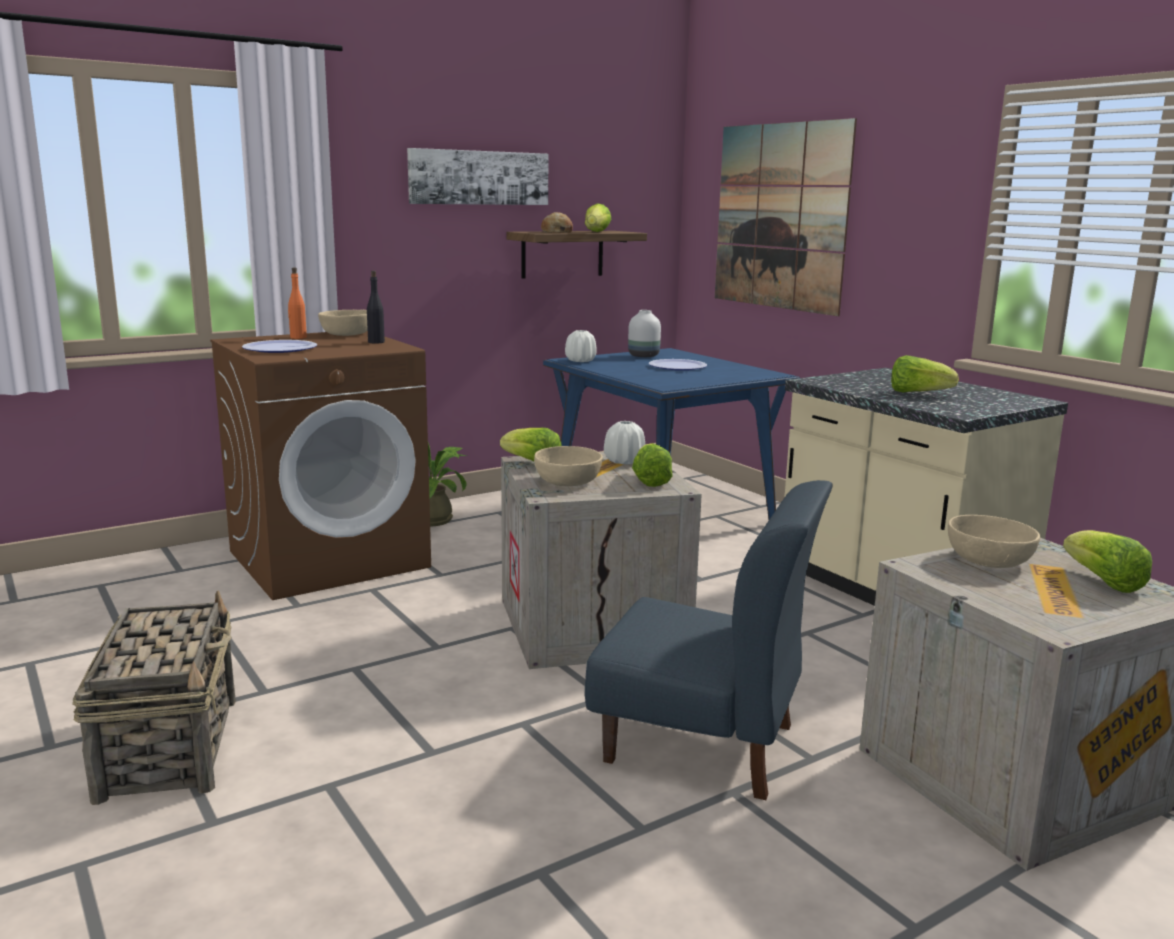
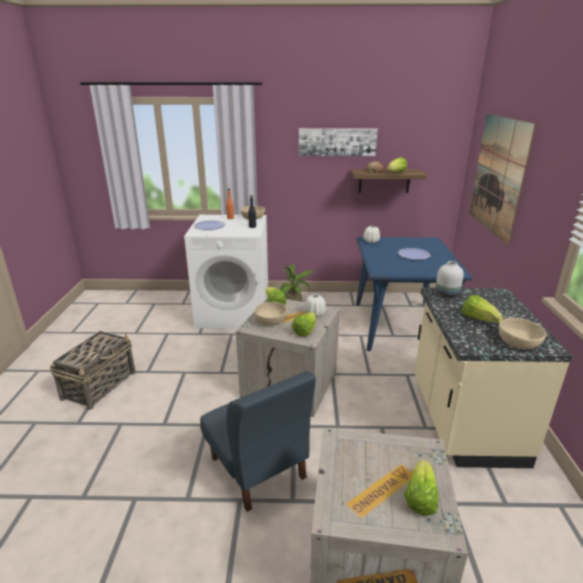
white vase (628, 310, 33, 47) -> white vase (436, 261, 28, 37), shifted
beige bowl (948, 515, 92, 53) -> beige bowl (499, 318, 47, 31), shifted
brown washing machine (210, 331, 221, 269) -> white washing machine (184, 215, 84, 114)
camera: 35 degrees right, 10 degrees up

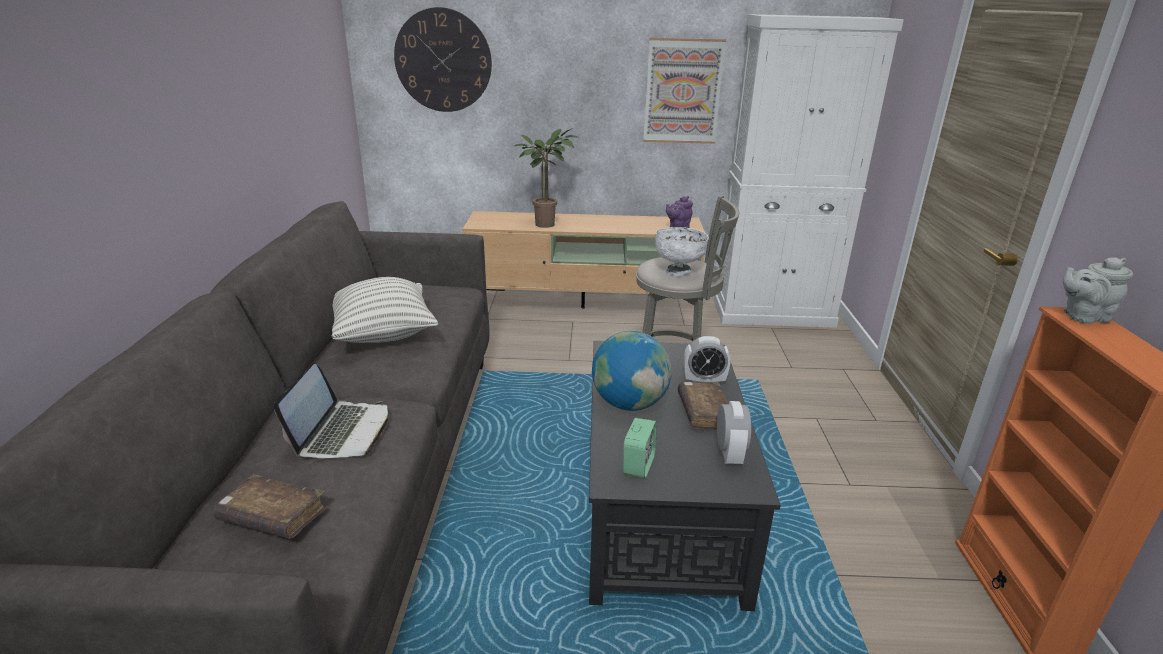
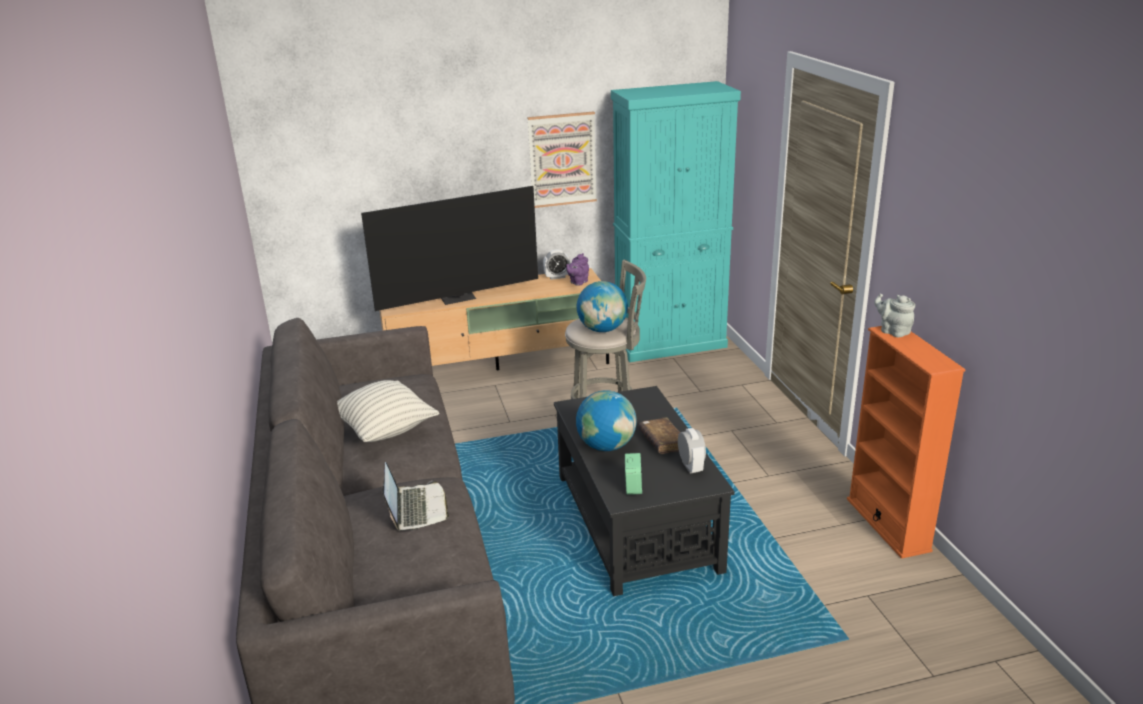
brown book (213, 474, 115, 65) -> none
wall clock (394, 7, 98, 105) -> none
alarm clock (684, 336, 47, 47) -> alarm clock (543, 249, 27, 31), shifted
potted plant (514, 128, 66, 100) -> television (361, 186, 177, 125)
white bowl (655, 227, 54, 49) -> globe (577, 281, 51, 51)
white cabinet (714, 14, 190, 314) -> turquoise cabinet (611, 81, 130, 281)
grey teapot (1063, 257, 70, 67) -> grey teapot (874, 294, 41, 43), 75 degrees clockwise
camera: 15 degrees left, 0 degrees up

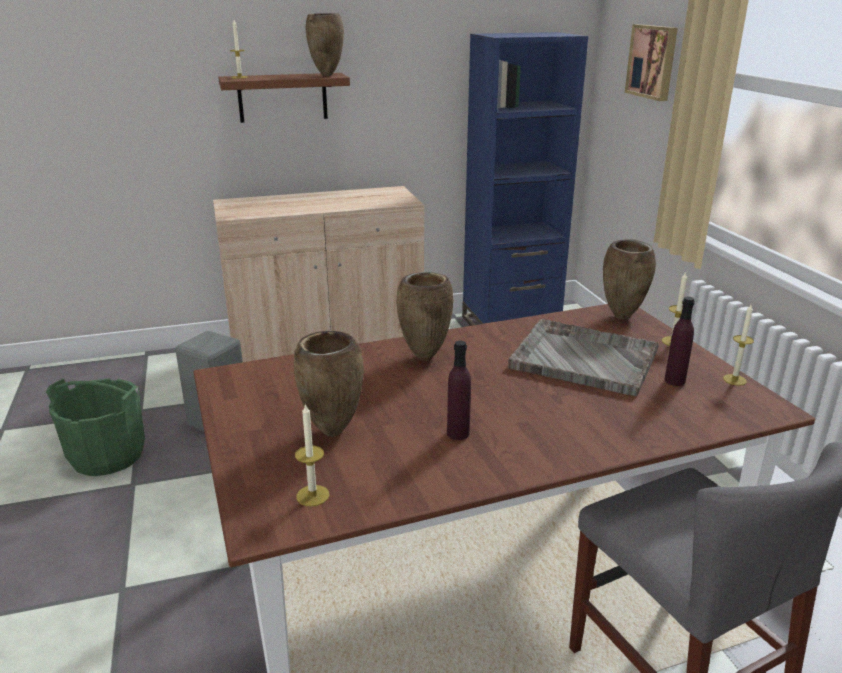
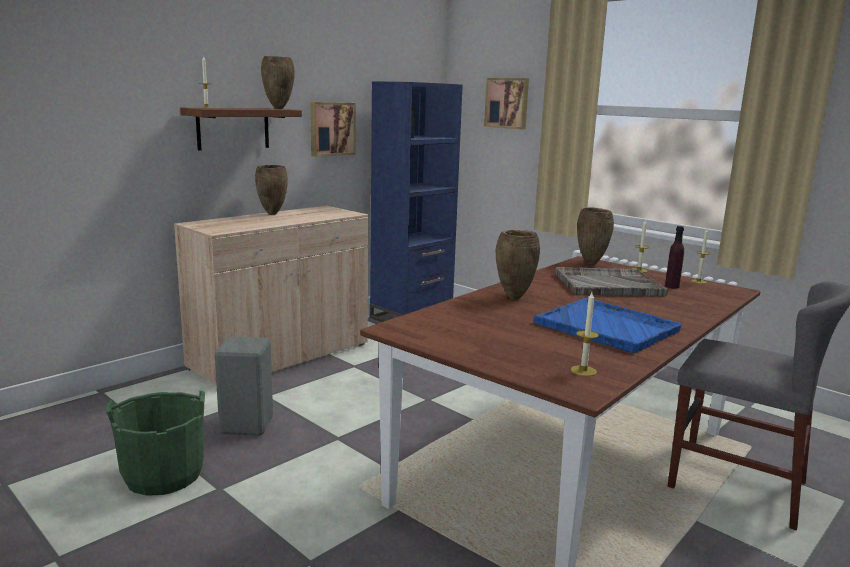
none -> picture (310, 102, 46, 55)
brown vase (294, 331, 70, 105) -> brown vase (255, 165, 33, 50), shifted
purple bottle (447, 341, 24, 99) -> blue tray (534, 298, 148, 55)
camera: 30 degrees left, 10 degrees down

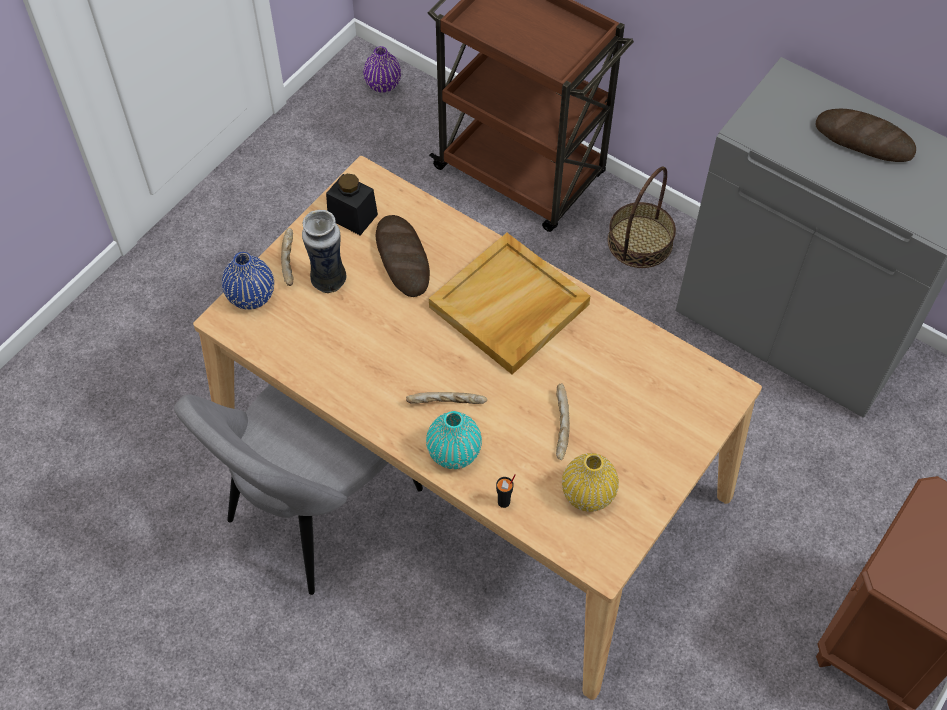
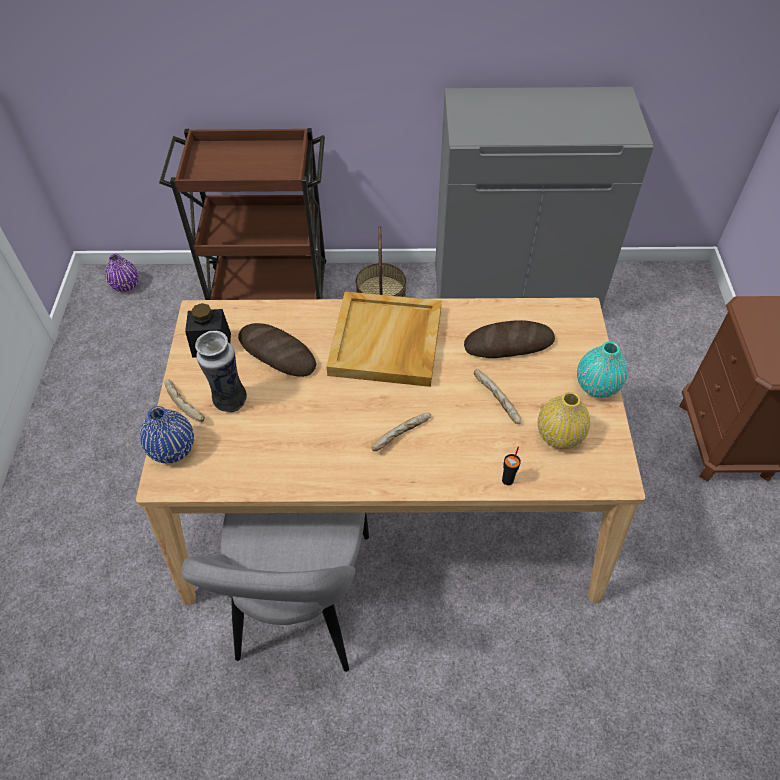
turquoise vase (426, 411, 56, 58) -> turquoise vase (577, 341, 51, 57), shifted
bread (815, 109, 101, 53) -> bread (464, 320, 91, 38), shifted
camera: 35 degrees left, 5 degrees down

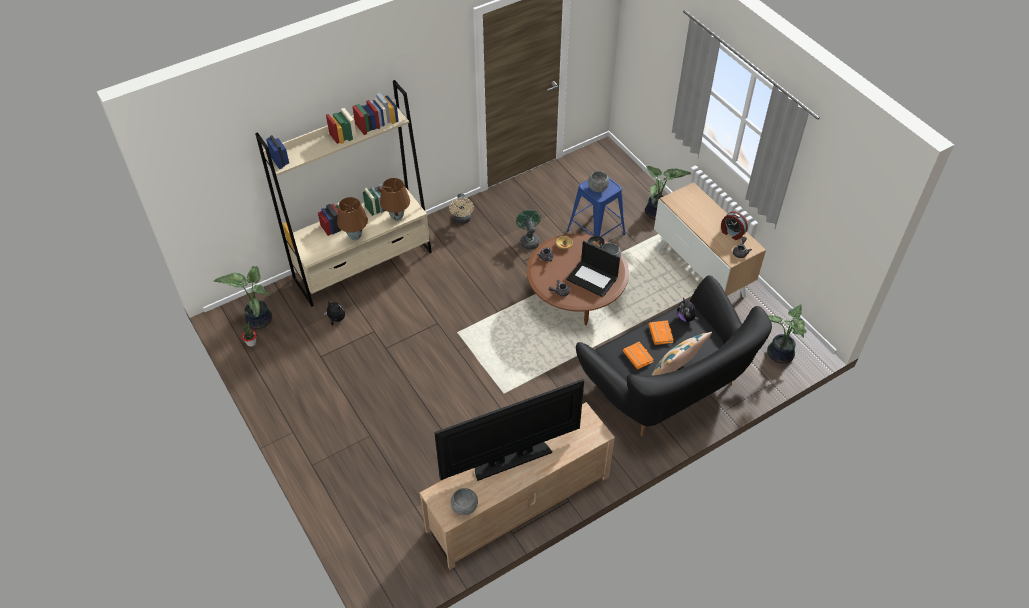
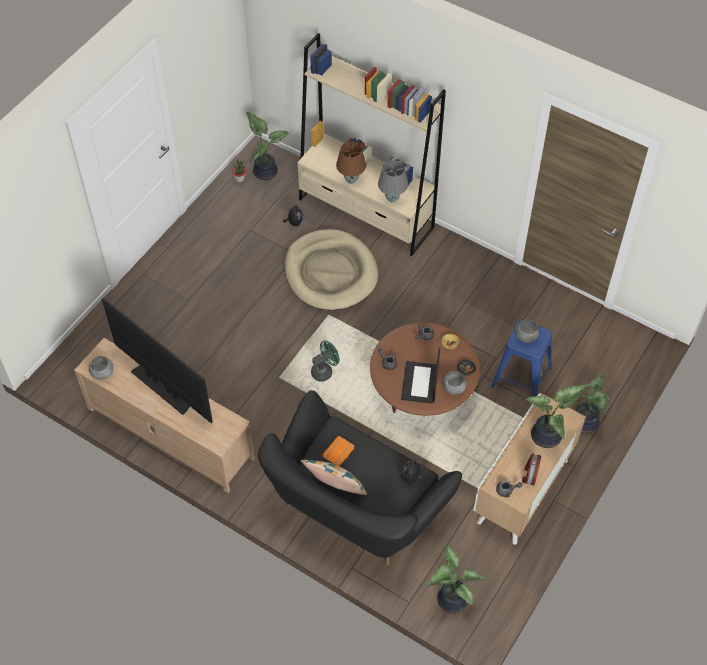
beige fan (449, 193, 25, 31) -> none
orange book (649, 320, 25, 25) -> none
none -> beige dog bed (285, 229, 93, 81)
none -> potted plant (525, 384, 65, 64)
green fan (516, 210, 25, 39) -> green fan (311, 341, 28, 41), shifted
brown table lamp (380, 178, 30, 43) -> grey table lamp (378, 160, 30, 42)
camera: 65 degrees right, 5 degrees up

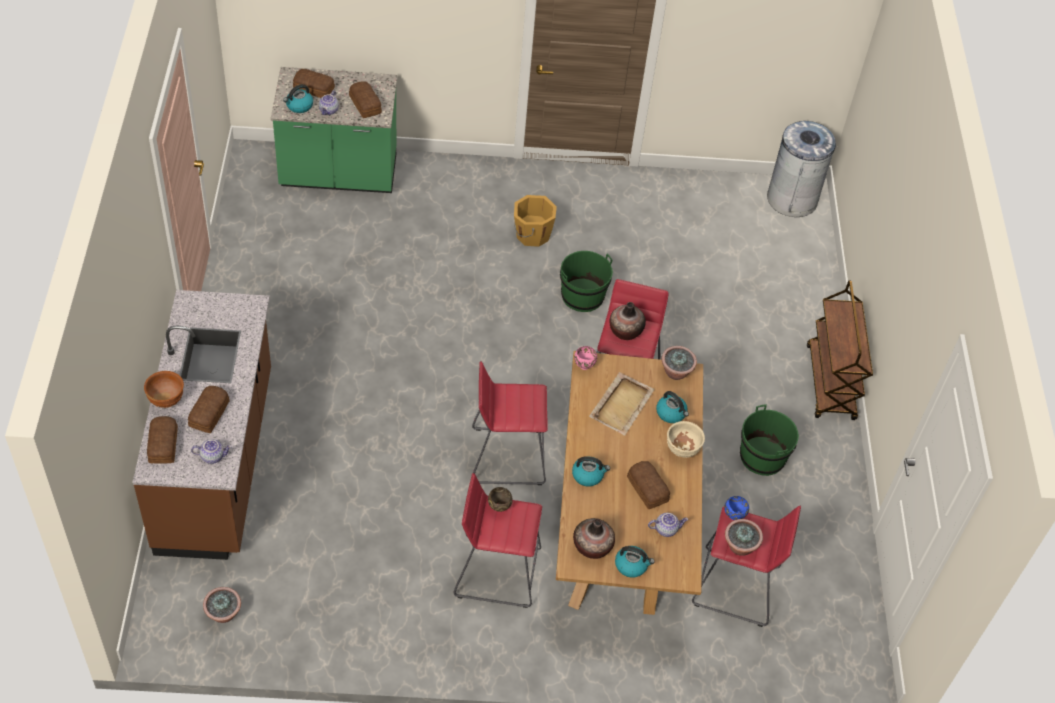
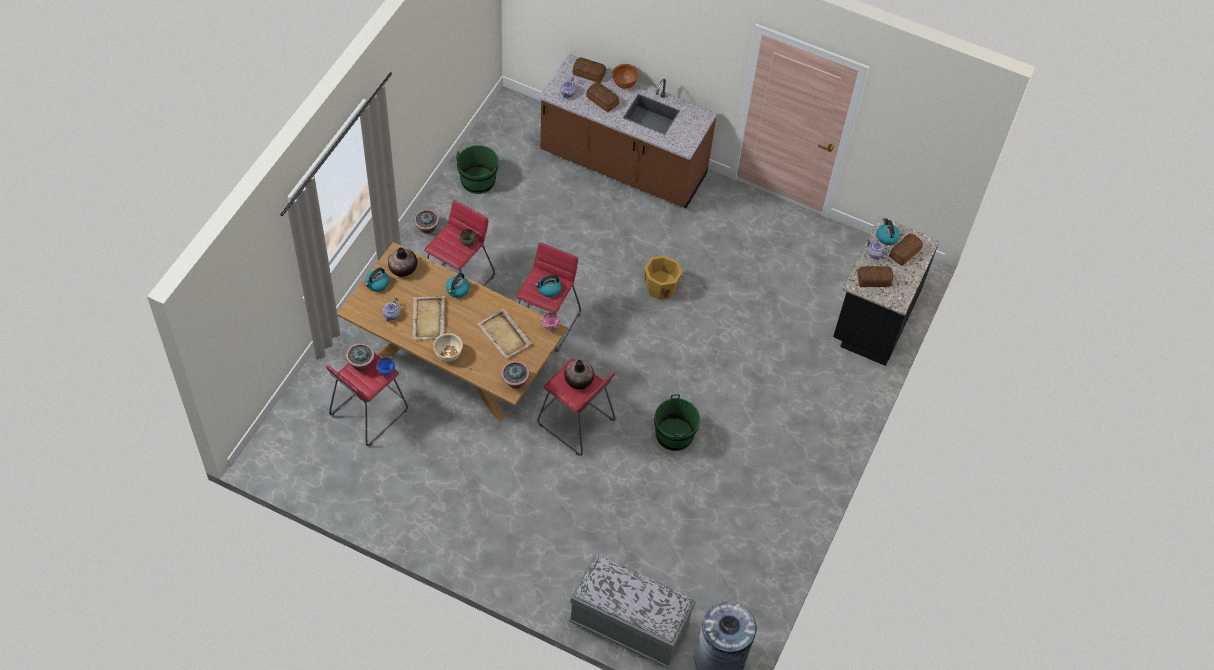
brown cart (807, 281, 66, 139) -> none
none -> grey bench (569, 554, 127, 115)
potted plant (203, 587, 38, 36) -> potted plant (414, 209, 25, 25), shifted
orange bucket (514, 195, 43, 52) -> orange bucket (644, 256, 40, 44), shifted
kettle (656, 391, 33, 32) -> kettle (535, 275, 26, 22), shifted
green bucket (740, 404, 59, 72) -> green bucket (456, 145, 43, 49), shifted
bread (627, 461, 43, 48) -> beige tray (413, 296, 32, 43)
green counter (271, 67, 126, 126) -> black counter (833, 216, 107, 150)
camera: 115 degrees right, 5 degrees up

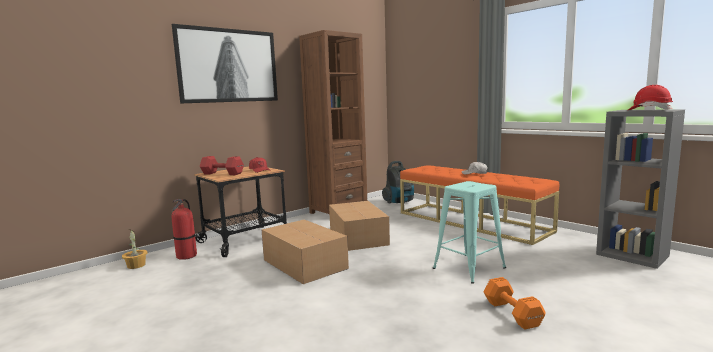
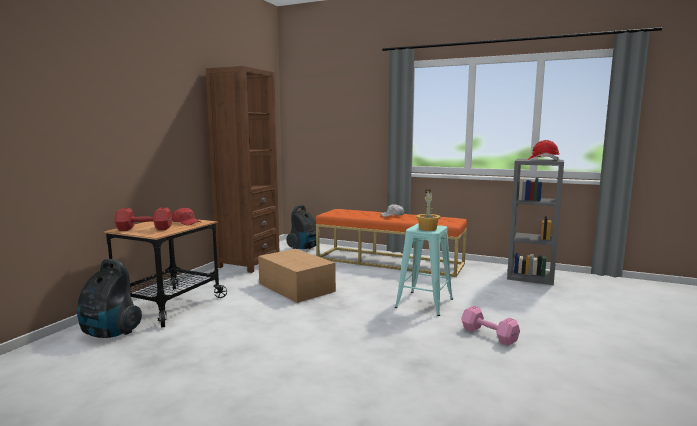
picture (172, 24, 106, 80) -> none
cardboard box (262, 220, 87, 64) -> none
potted plant (122, 229, 26, 40) -> potted plant (416, 190, 25, 41), shifted
fire extinguisher (172, 199, 25, 61) -> vacuum cleaner (77, 259, 65, 79)
orange dumbbell (484, 277, 62, 53) -> pink dumbbell (461, 306, 59, 40)
camera: 25 degrees left, 0 degrees up

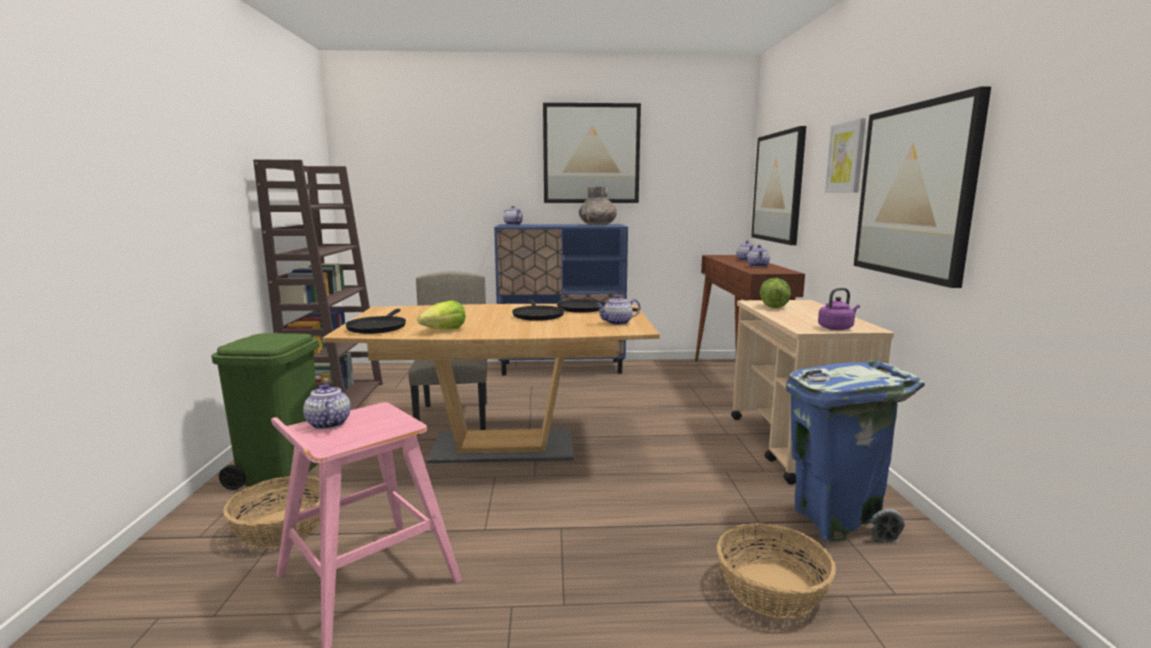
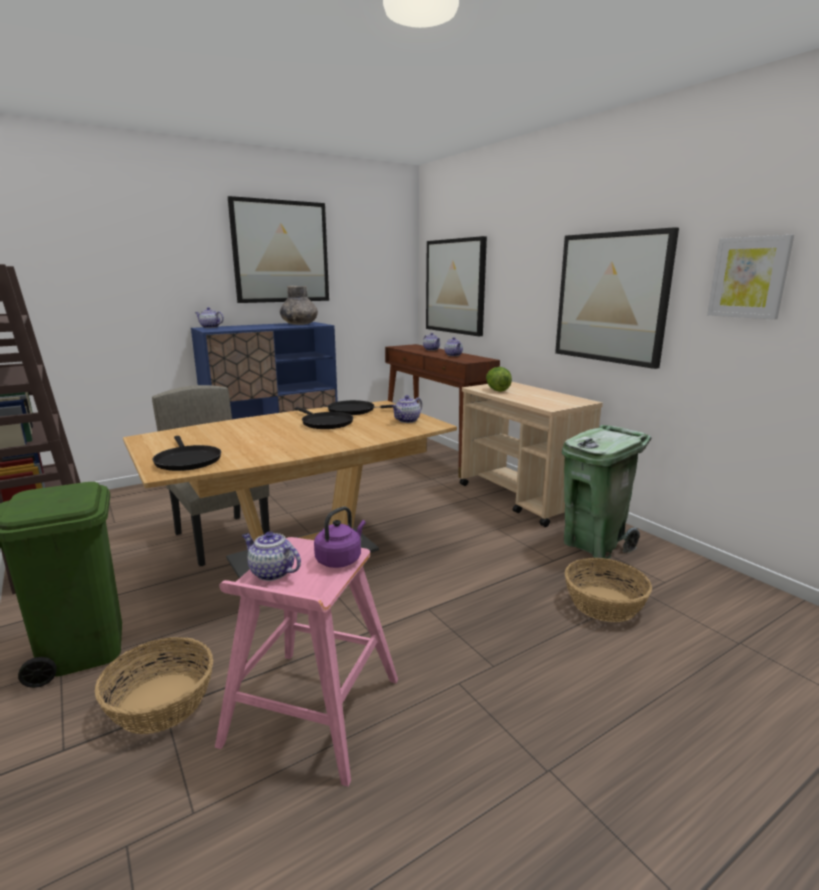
lettuce (417, 300, 49, 30) -> none
purple kettle (818, 288, 42, 42) -> purple kettle (314, 507, 52, 61), shifted
picture (825, 118, 41, 75) -> picture (707, 235, 87, 85), shifted
blue trash can (786, 360, 139, 183) -> green trash can (562, 425, 90, 134)
camera: 30 degrees left, 5 degrees up

